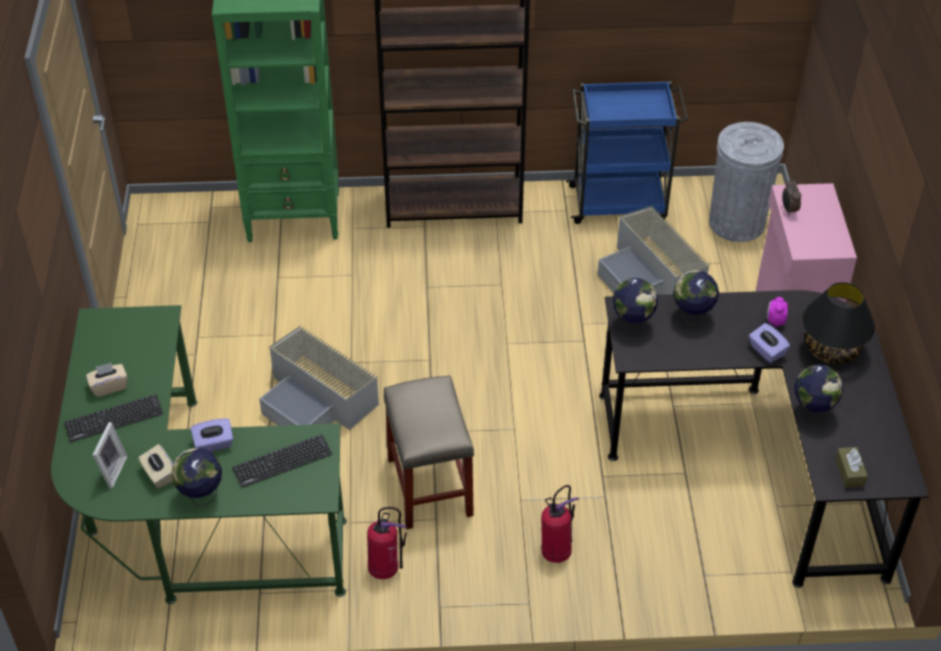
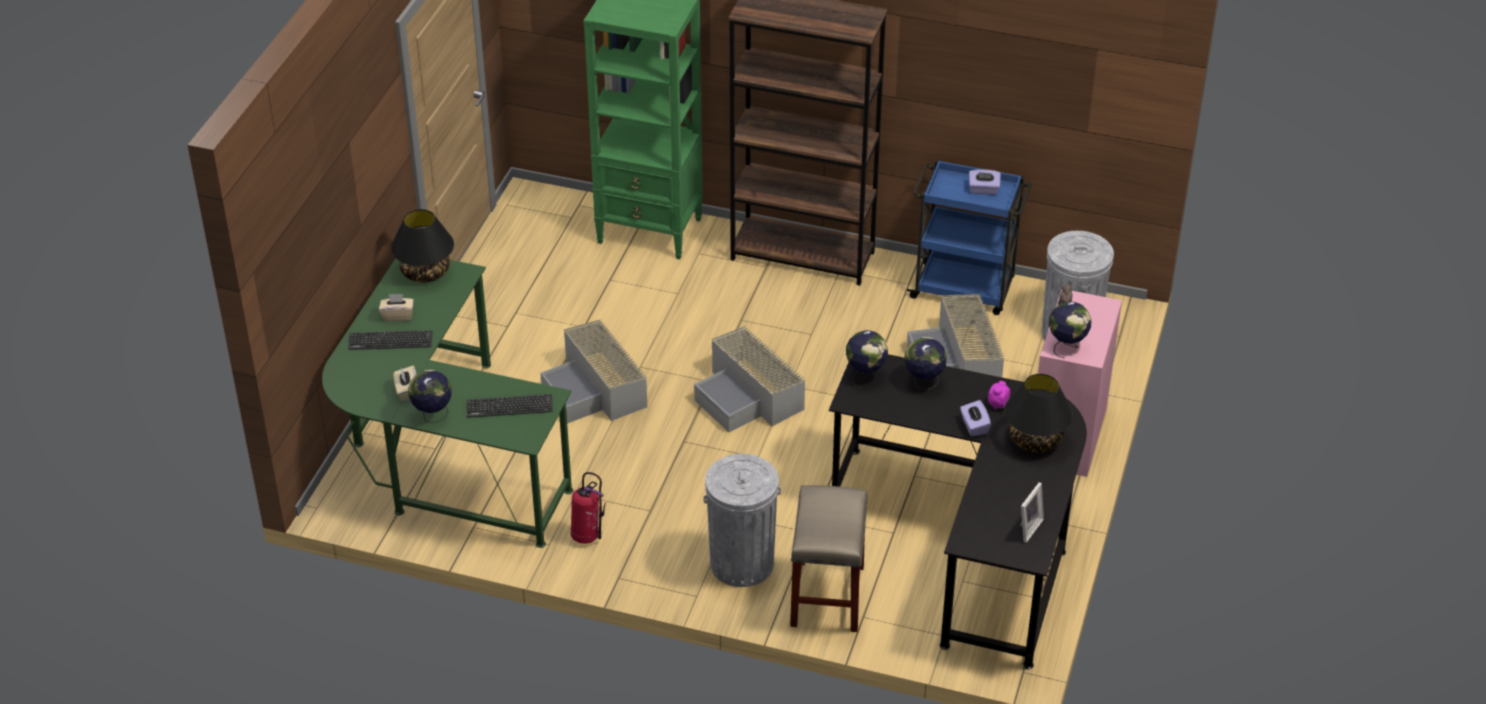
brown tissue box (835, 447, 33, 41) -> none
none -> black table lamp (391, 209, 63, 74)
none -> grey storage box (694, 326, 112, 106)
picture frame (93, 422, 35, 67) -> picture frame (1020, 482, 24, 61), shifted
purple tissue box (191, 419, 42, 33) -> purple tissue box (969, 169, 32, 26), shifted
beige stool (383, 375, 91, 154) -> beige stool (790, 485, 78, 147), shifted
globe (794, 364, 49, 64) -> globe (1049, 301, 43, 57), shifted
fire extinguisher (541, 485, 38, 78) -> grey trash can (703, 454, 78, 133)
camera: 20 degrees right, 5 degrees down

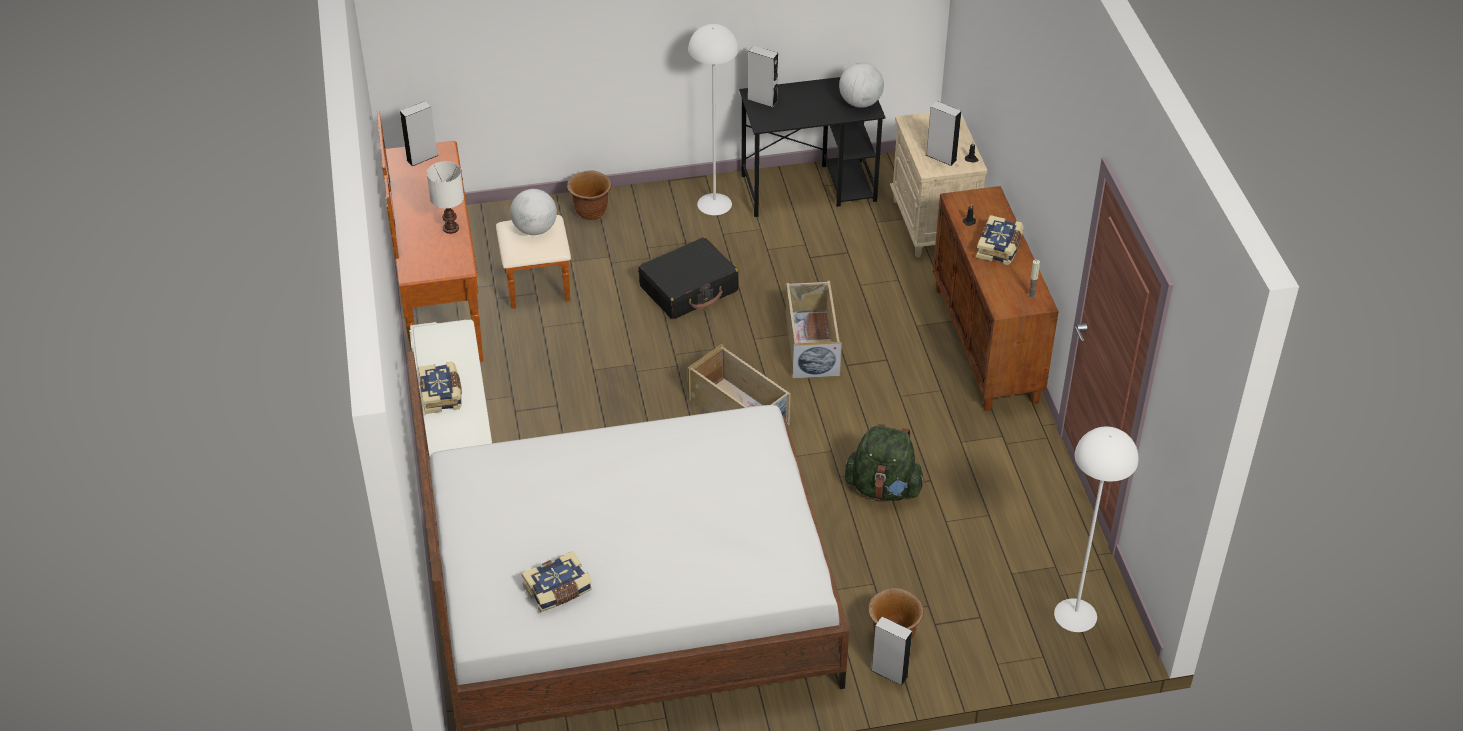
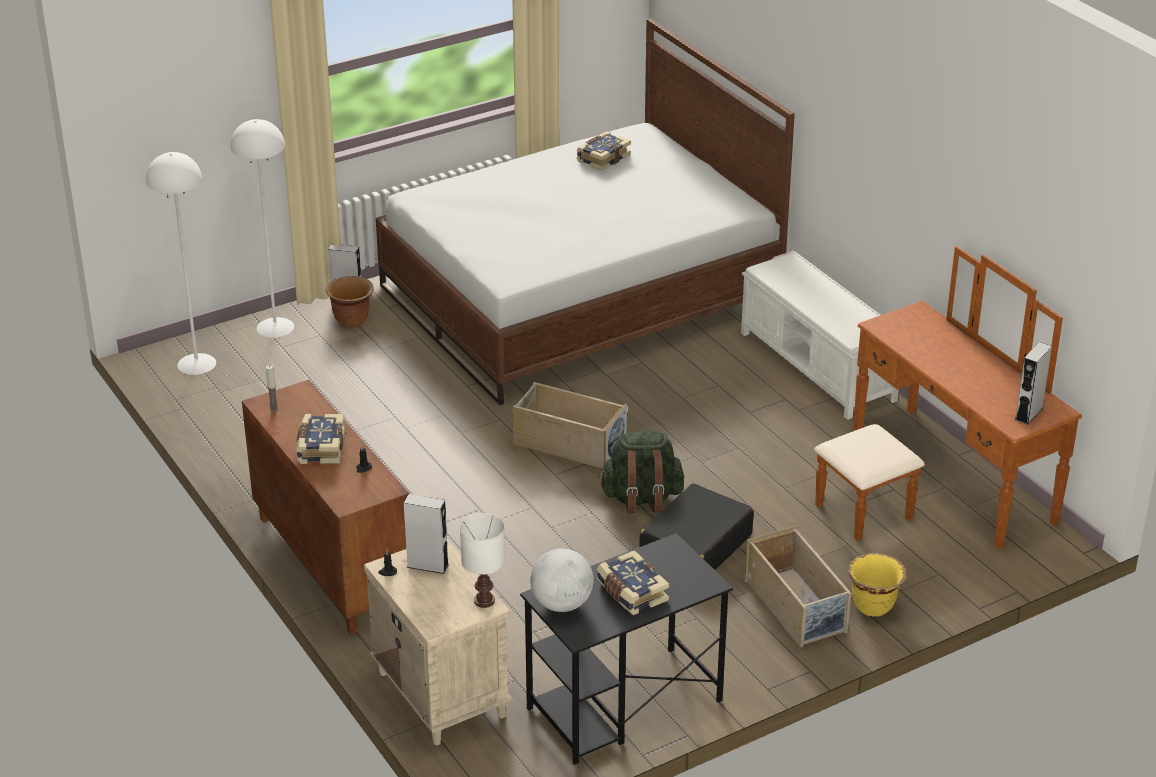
globe (510, 189, 47, 46) -> none
grey speaker (747, 45, 31, 63) -> none
book (418, 362, 44, 52) -> book (597, 550, 72, 65), shifted
white table lamp (427, 161, 37, 73) -> white table lamp (460, 513, 45, 95), shifted
white floor lamp (688, 24, 51, 191) -> white floor lamp (230, 119, 64, 219), shifted
beige storage box (786, 281, 56, 97) -> beige storage box (744, 525, 107, 123), shifted
green backpack (845, 424, 80, 77) -> green backpack (599, 431, 85, 83), shifted
brown planter (567, 170, 44, 50) -> yellow planter (848, 553, 59, 64)
camera: 160 degrees right, 10 degrees down

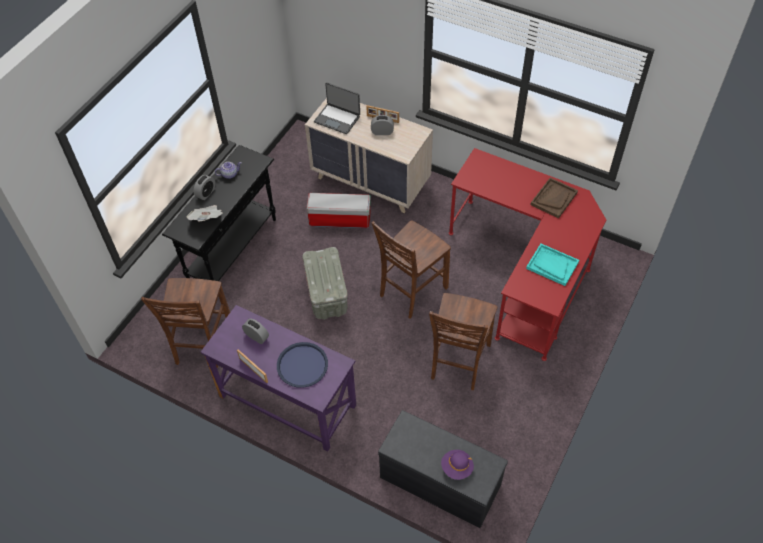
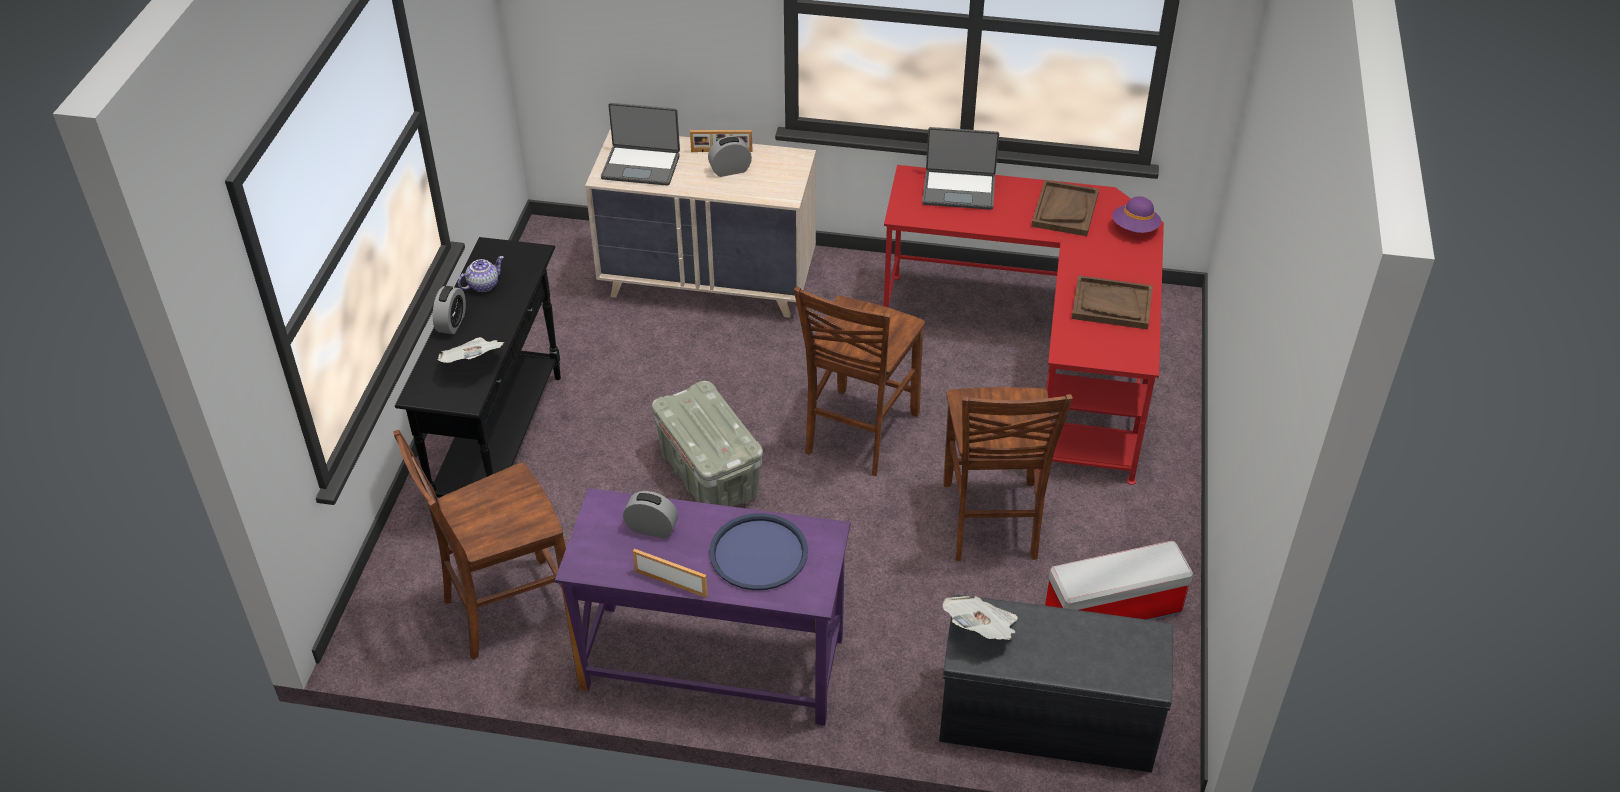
none -> laptop (922, 127, 77, 83)
none -> newspaper (943, 596, 75, 44)
storage box (307, 193, 64, 36) -> storage box (1045, 541, 148, 79), shifted
purple hat (441, 450, 33, 30) -> purple hat (1112, 196, 49, 37), shifted
turquoise tray (526, 244, 53, 42) -> brown tray (1072, 275, 81, 54)
brown chair (141, 278, 89, 90) -> brown chair (394, 430, 172, 230), 75 degrees clockwise
camera: 20 degrees left, 10 degrees down

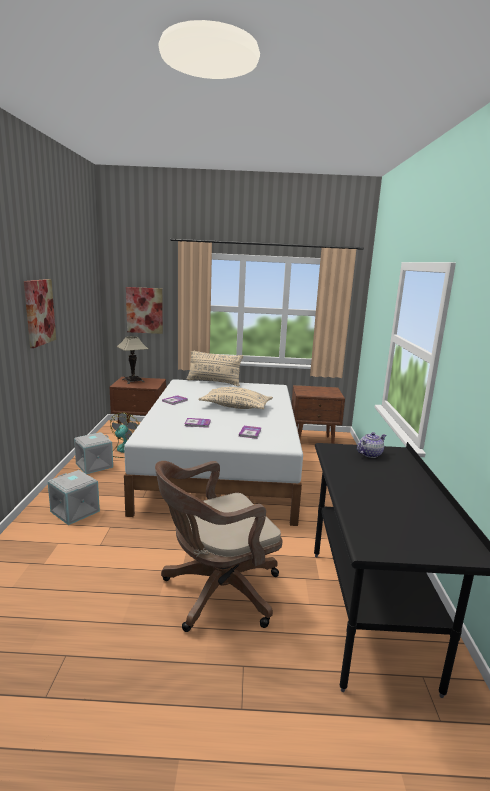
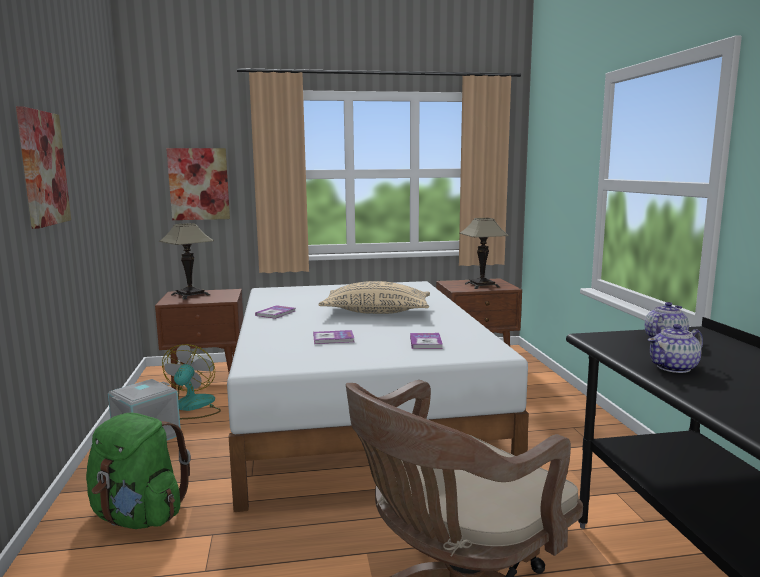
beige pillow (187, 351, 56, 35) -> none
none -> table lamp (459, 218, 50, 71)
none -> teapot (648, 324, 55, 49)
grey storage box (48, 470, 52, 55) -> green backpack (86, 413, 105, 116)
camera: 10 degrees left, 5 degrees down

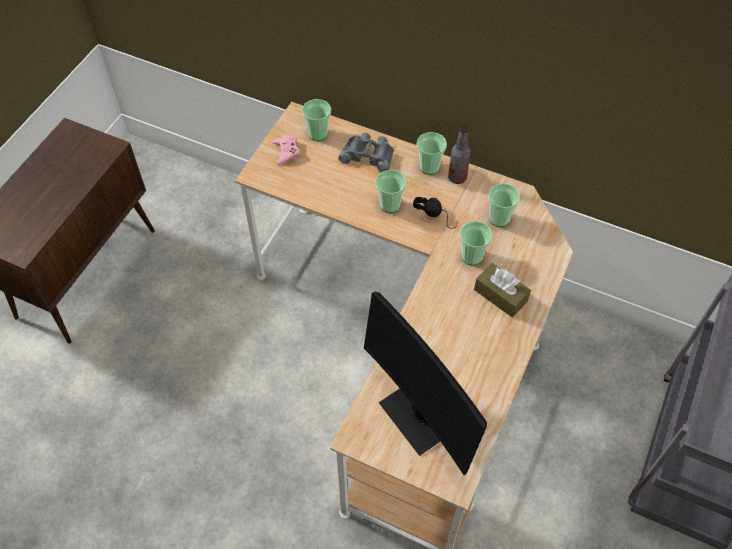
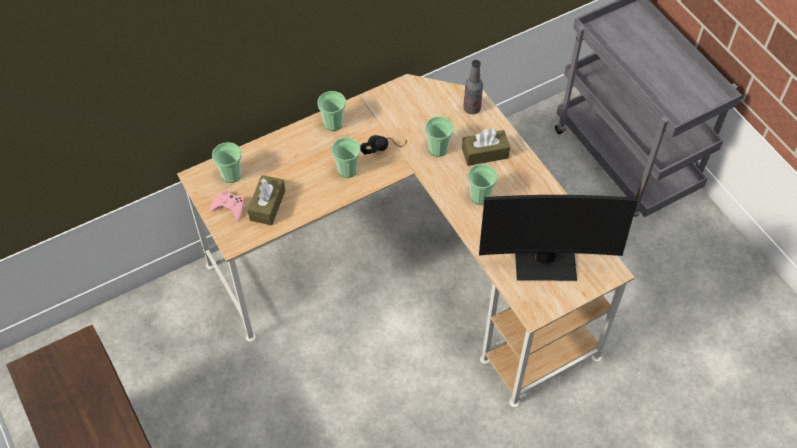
grey binoculars (338, 132, 56, 40) -> none
none -> brown tissue box (248, 175, 37, 50)
bottle (448, 125, 23, 59) -> bottle (463, 60, 20, 54), shifted
cup (488, 183, 32, 44) -> cup (468, 164, 29, 41), shifted
camera: 55 degrees left, 0 degrees up

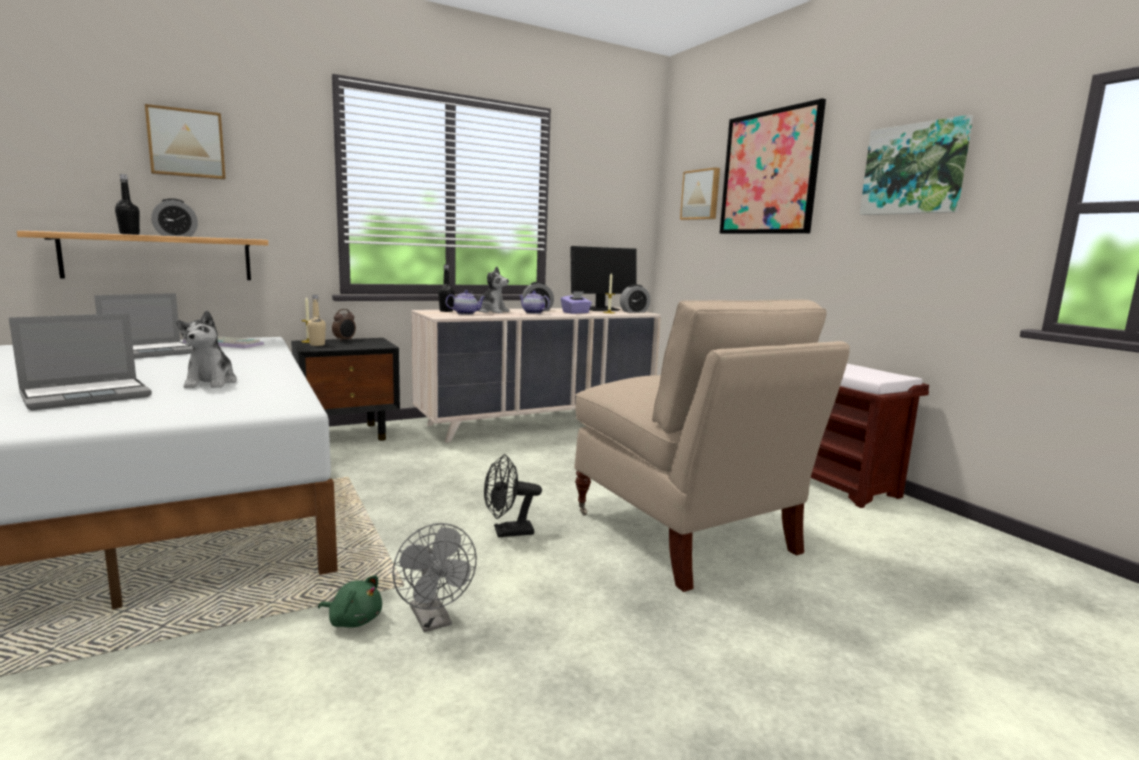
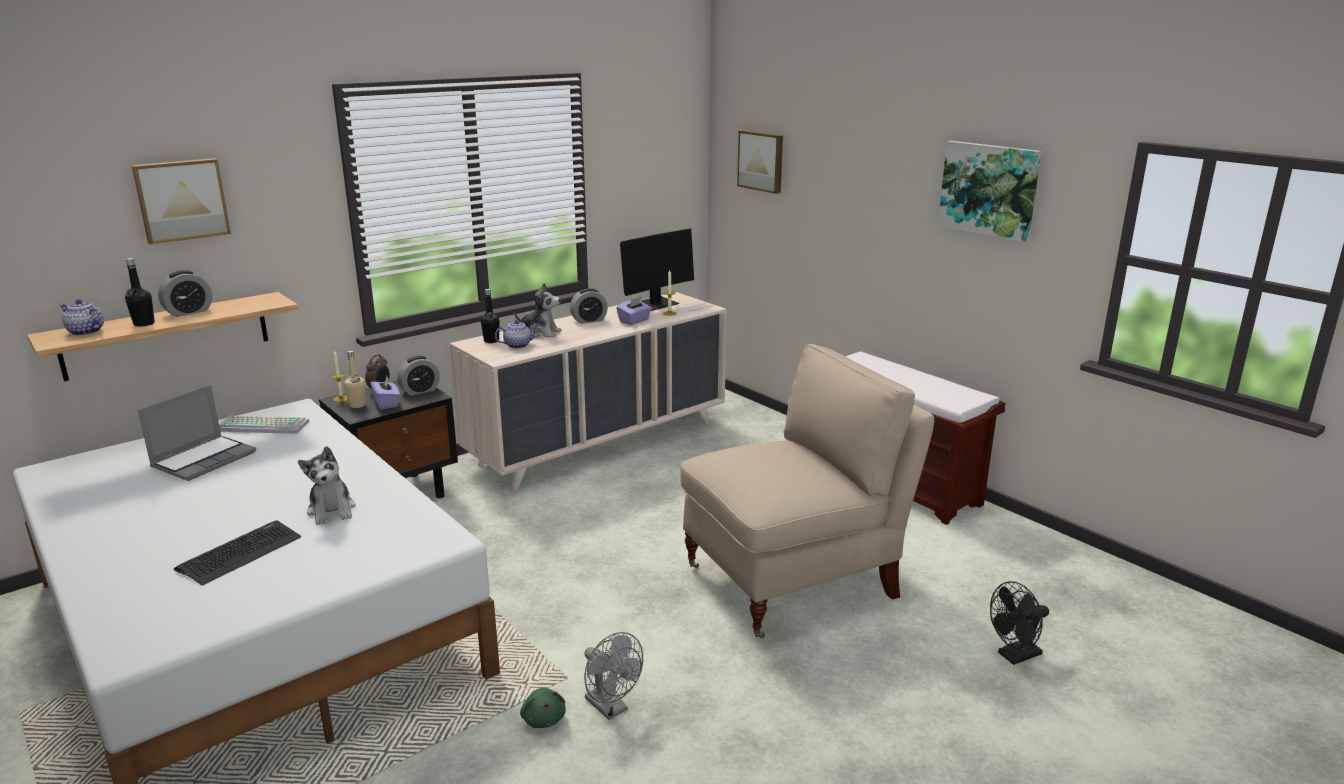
picture (720, 98, 106, 136) -> none
none -> purple tissue box (370, 376, 30, 34)
black fan (484, 454, 58, 83) -> black fan (990, 581, 59, 84), shifted
teapot (519, 291, 31, 23) -> teapot (60, 299, 44, 37), shifted
alarm clock (620, 284, 30, 29) -> alarm clock (397, 356, 43, 40), shifted
laptop (9, 313, 143, 98) -> keyboard (174, 520, 127, 66)
green plush toy (318, 575, 64, 53) -> green plush toy (520, 688, 46, 40), 60 degrees clockwise
beige chair (574, 300, 276, 292) -> beige chair (680, 344, 254, 294), 75 degrees counterclockwise
camera: 10 degrees left, 10 degrees up

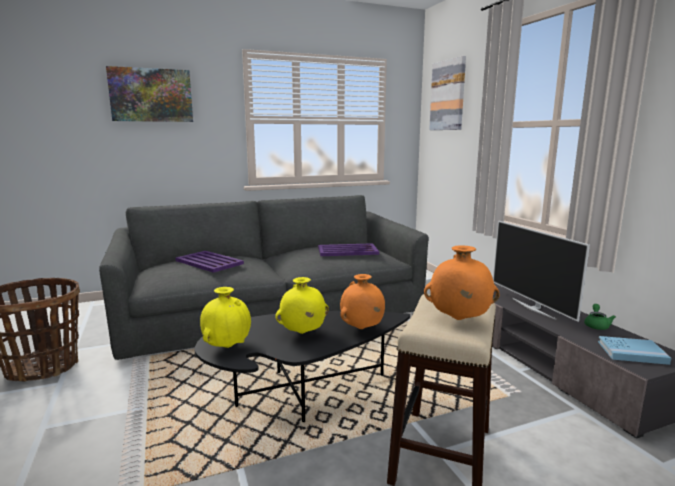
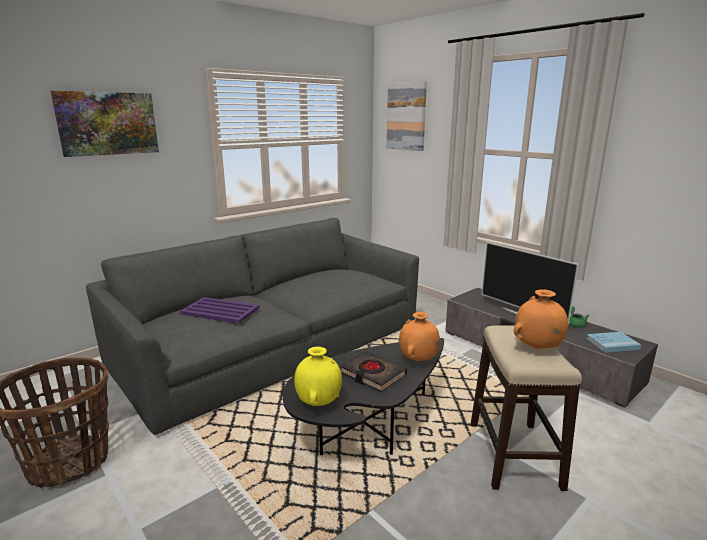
purple tray (318, 243, 61, 13) -> none
yellow vase (275, 277, 54, 57) -> black book (340, 351, 67, 41)
camera: 20 degrees left, 5 degrees up

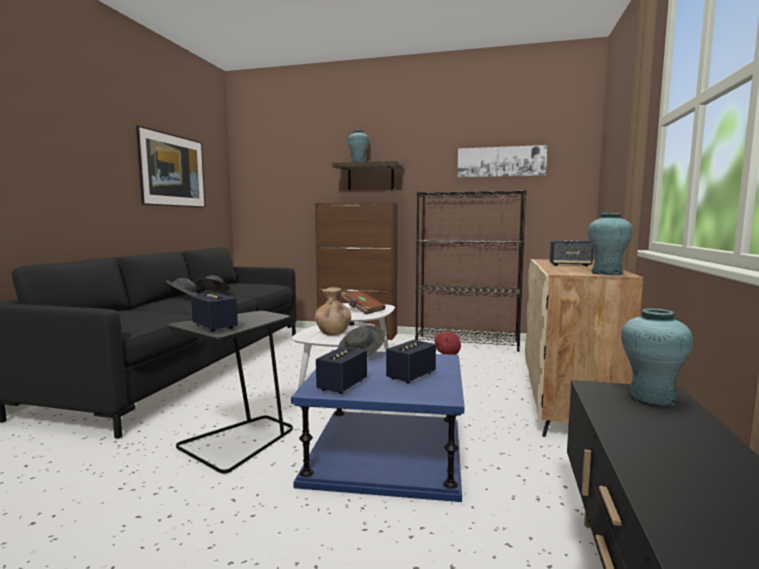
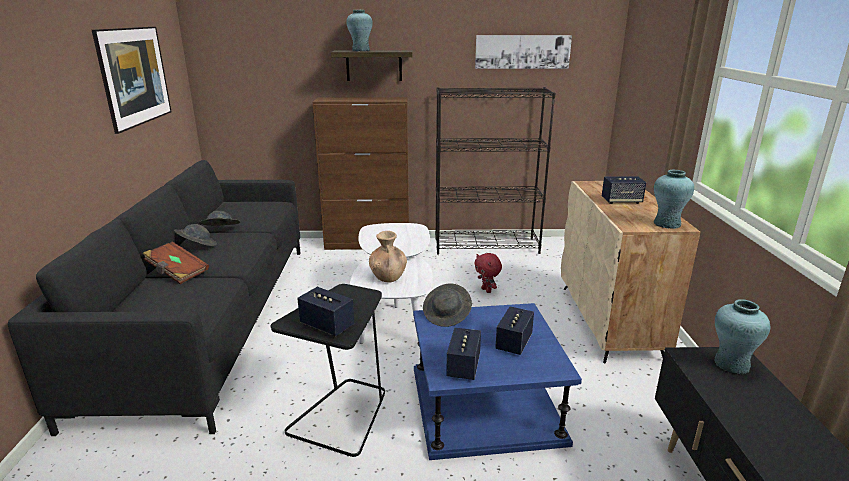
brown book (340, 290, 46, 24) -> brown book (142, 241, 67, 43), shifted
camera: 15 degrees left, 15 degrees up

